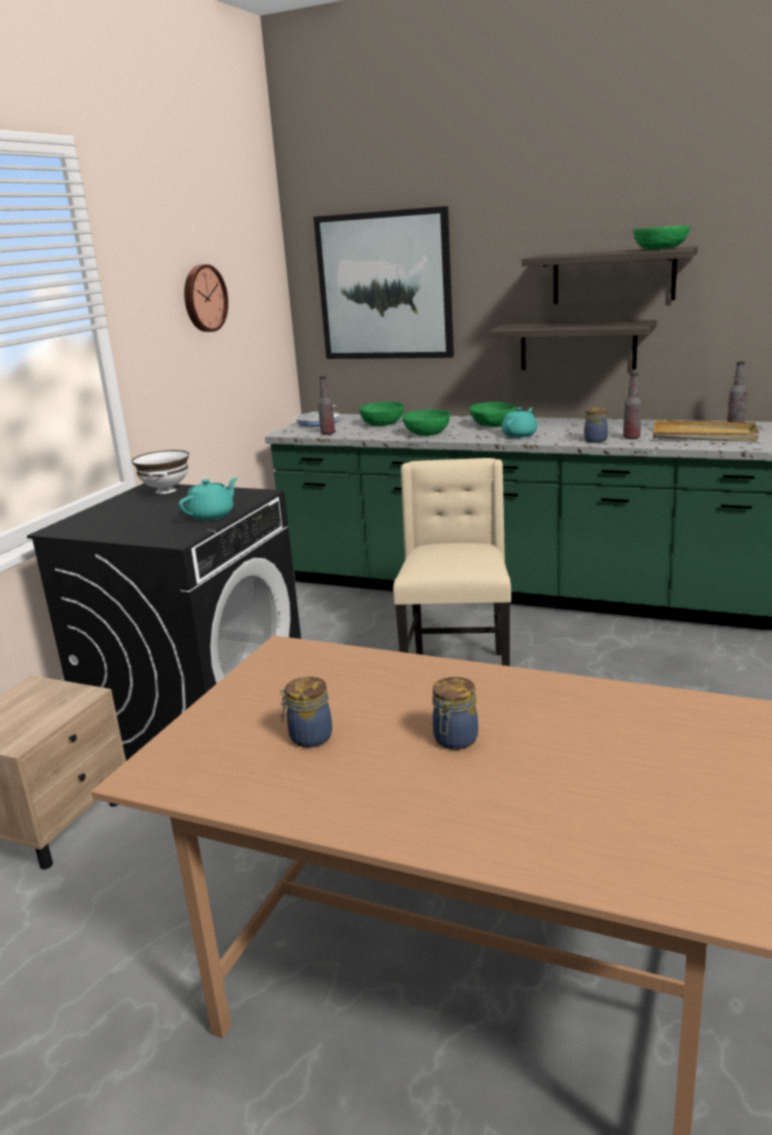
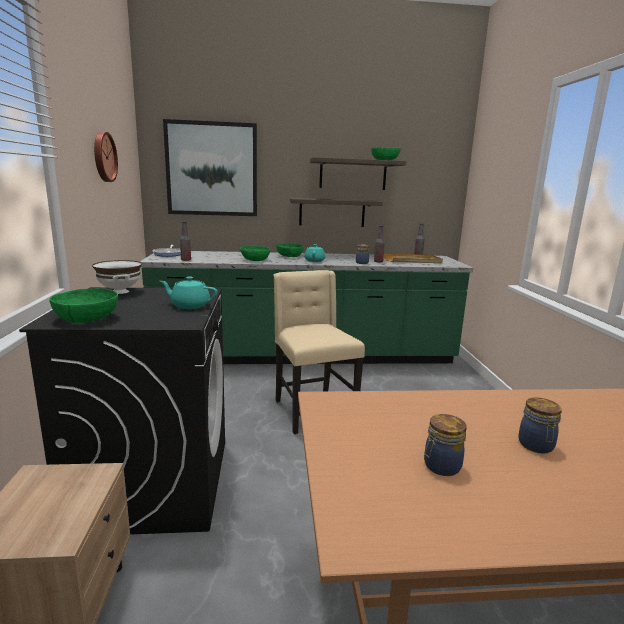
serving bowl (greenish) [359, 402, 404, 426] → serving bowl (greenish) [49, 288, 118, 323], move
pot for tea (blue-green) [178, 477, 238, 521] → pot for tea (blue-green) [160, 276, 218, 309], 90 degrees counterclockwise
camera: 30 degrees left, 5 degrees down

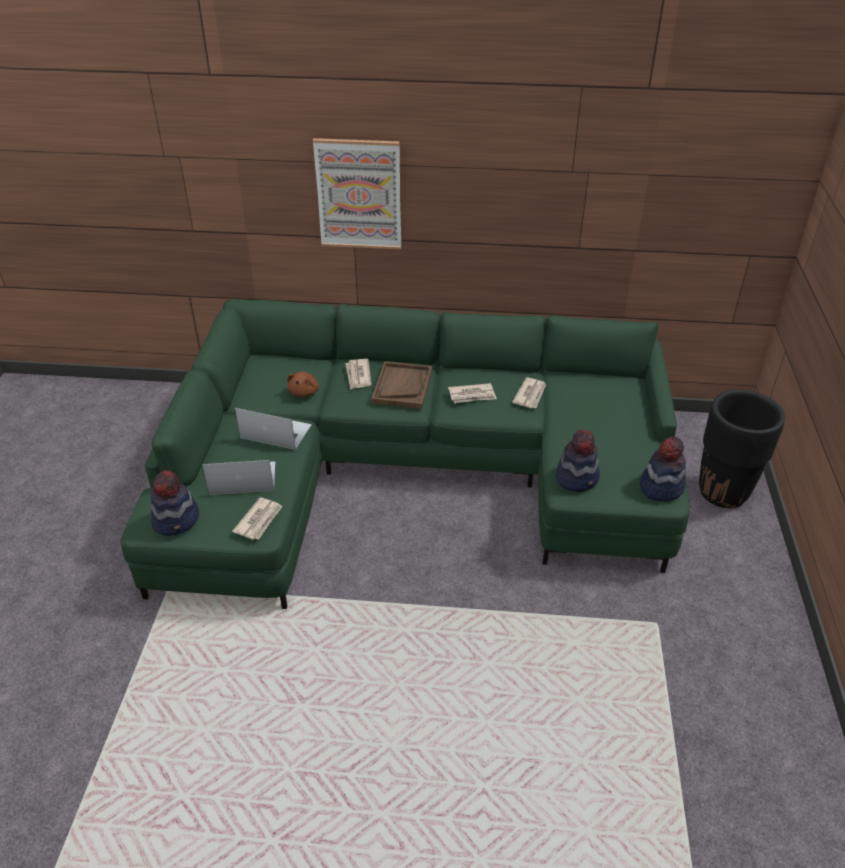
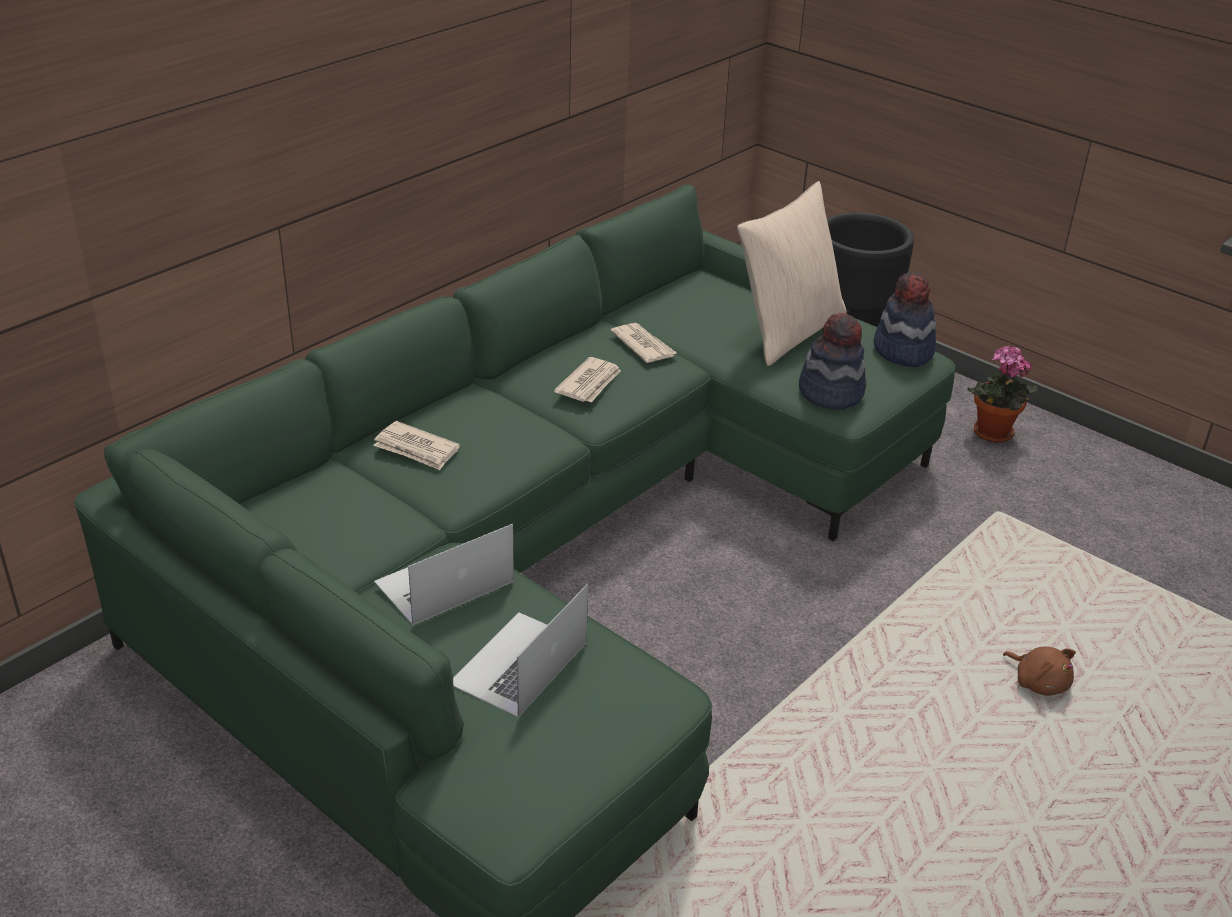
- → pillow (beige) [737, 181, 846, 366]
- → potted plant [968, 346, 1038, 443]
plush toy (brownish) [287, 372, 319, 397] → plush toy (brownish) [1003, 646, 1076, 696], move
wearable hat [151, 470, 199, 536] → -
printed paper [232, 497, 283, 540] → -
picture [313, 138, 401, 249] → -
tray (brownish) [371, 361, 432, 409] → -
camera: 55 degrees left, 5 degrees down

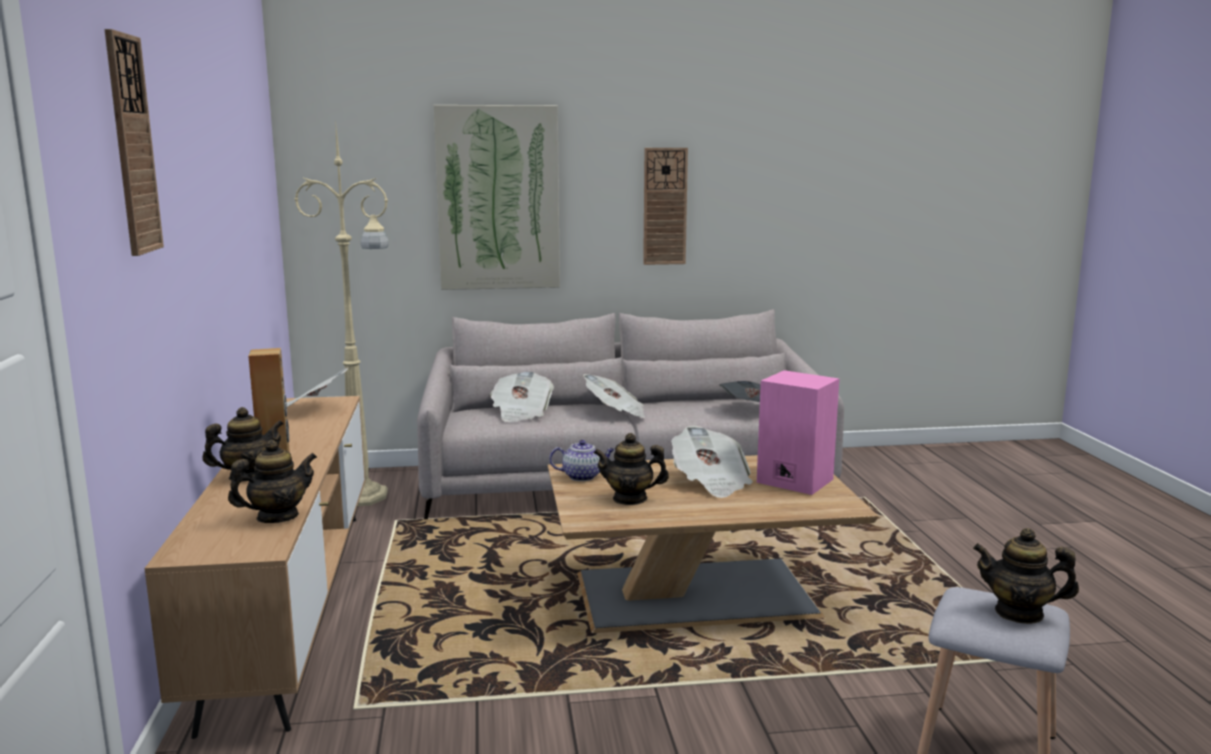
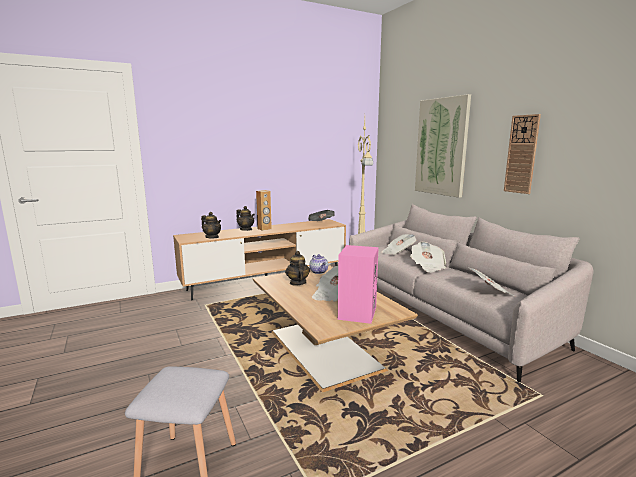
hanging clock [104, 29, 164, 256] → -
pot for tea [973, 528, 1079, 624] → -
camera: 70 degrees right, 0 degrees up

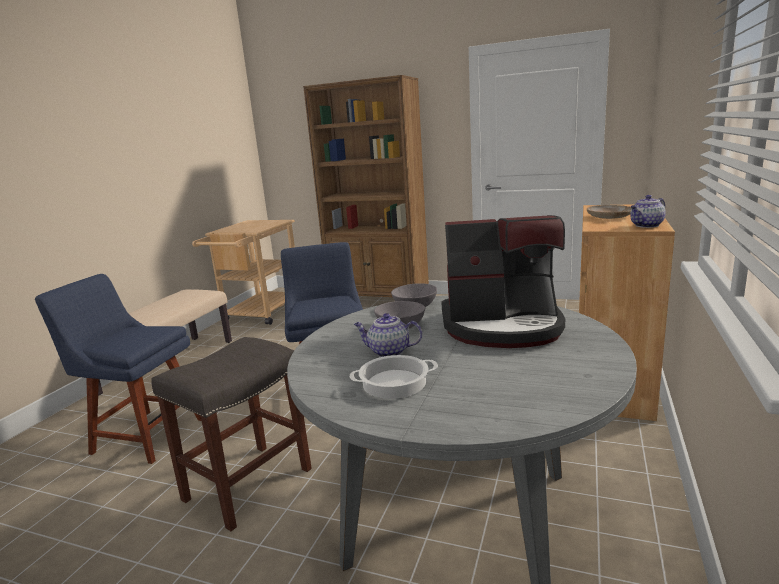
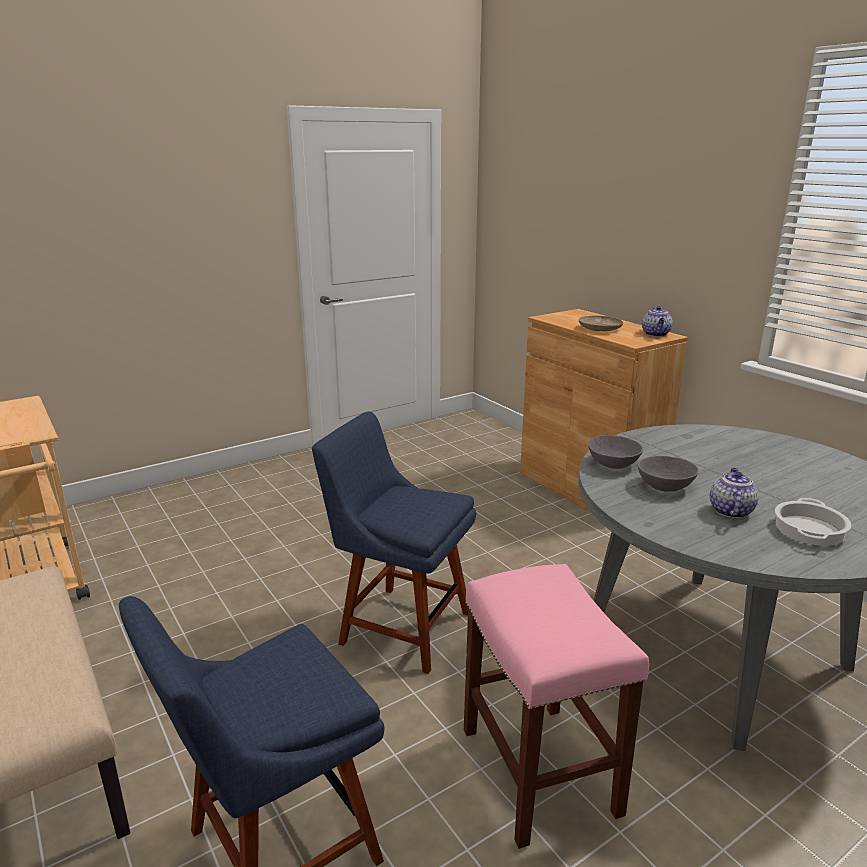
sitting stool (gray) [151, 337, 312, 531] → sitting stool (pinkish) [464, 564, 649, 849]
pot for tea [354, 313, 422, 357] → pot for tea [710, 468, 759, 518], 150 degrees clockwise
bookshelf (brownish) [303, 75, 429, 297] → -
coffee machine [441, 215, 565, 348] → -
camera: 55 degrees left, 5 degrees up

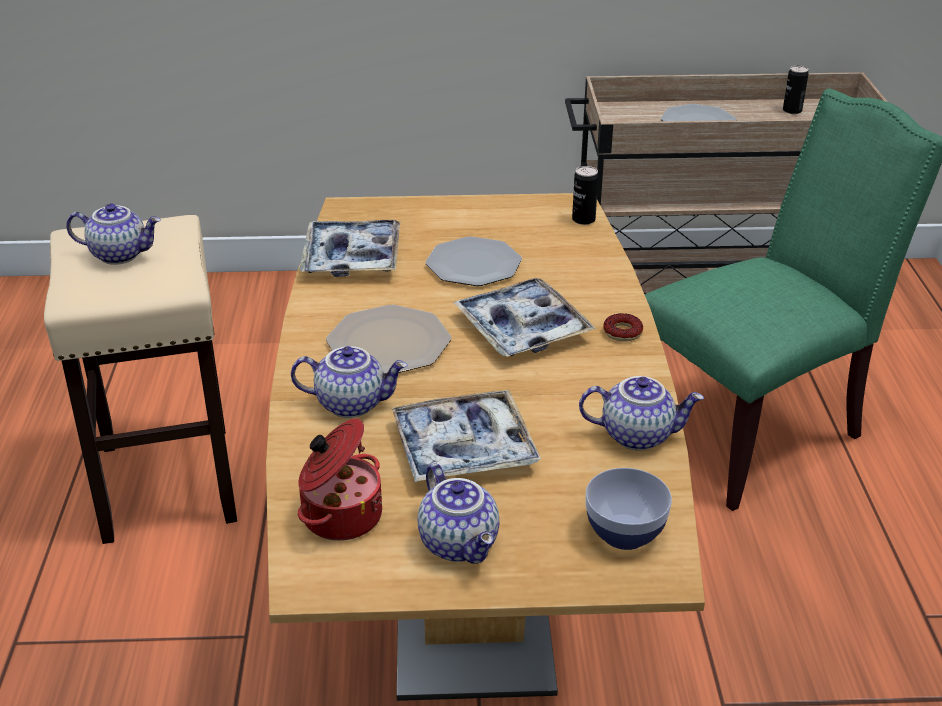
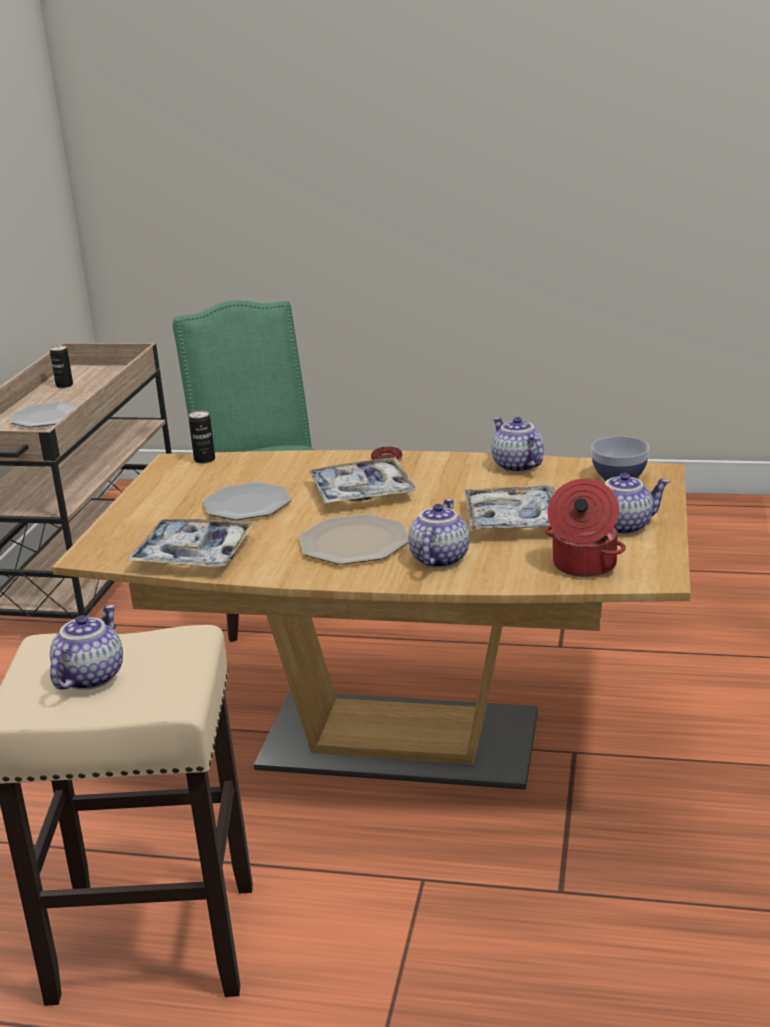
pot for tea [579, 376, 704, 451] → pot for tea [491, 417, 544, 473], 45 degrees counterclockwise
camera: 75 degrees left, 10 degrees down

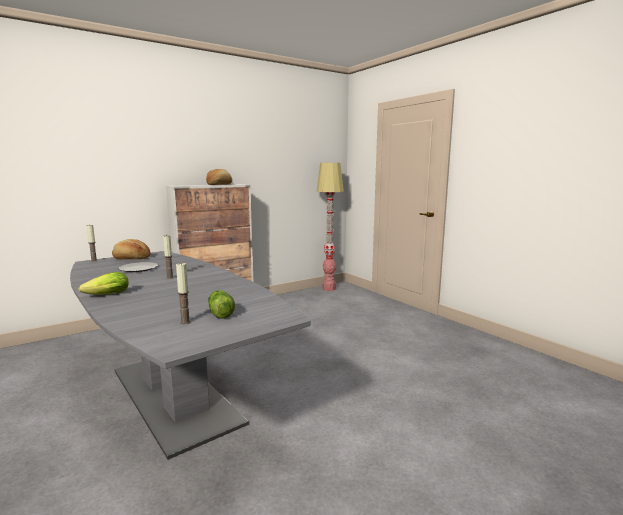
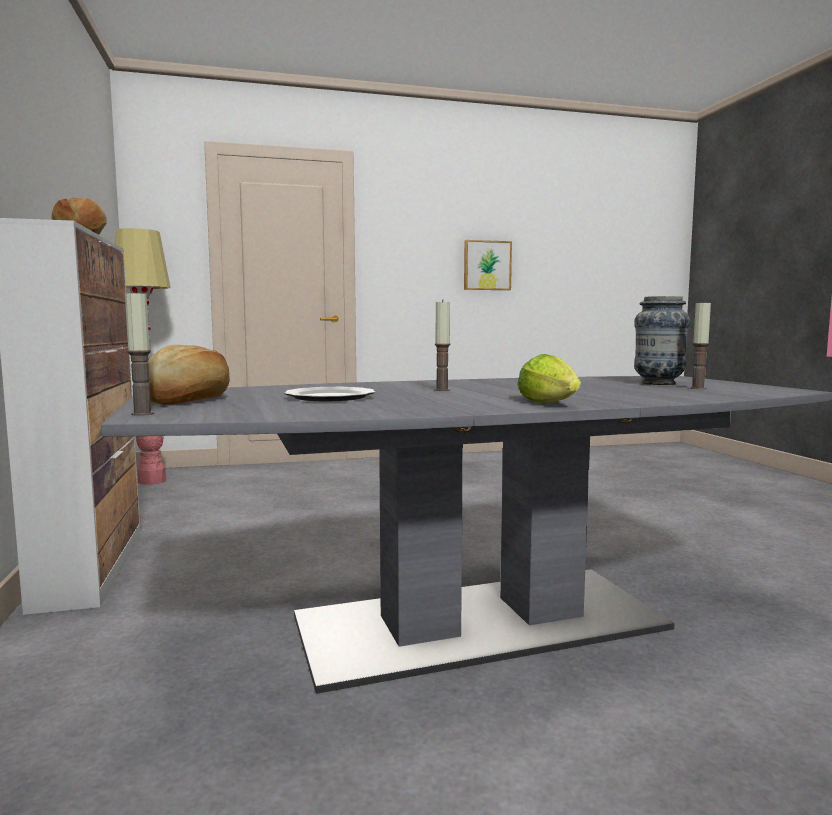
- → picture [464, 240, 512, 290]
lettuce [208, 290, 235, 319] → flower vase [634, 296, 690, 385]
camera: 70 degrees left, 5 degrees down

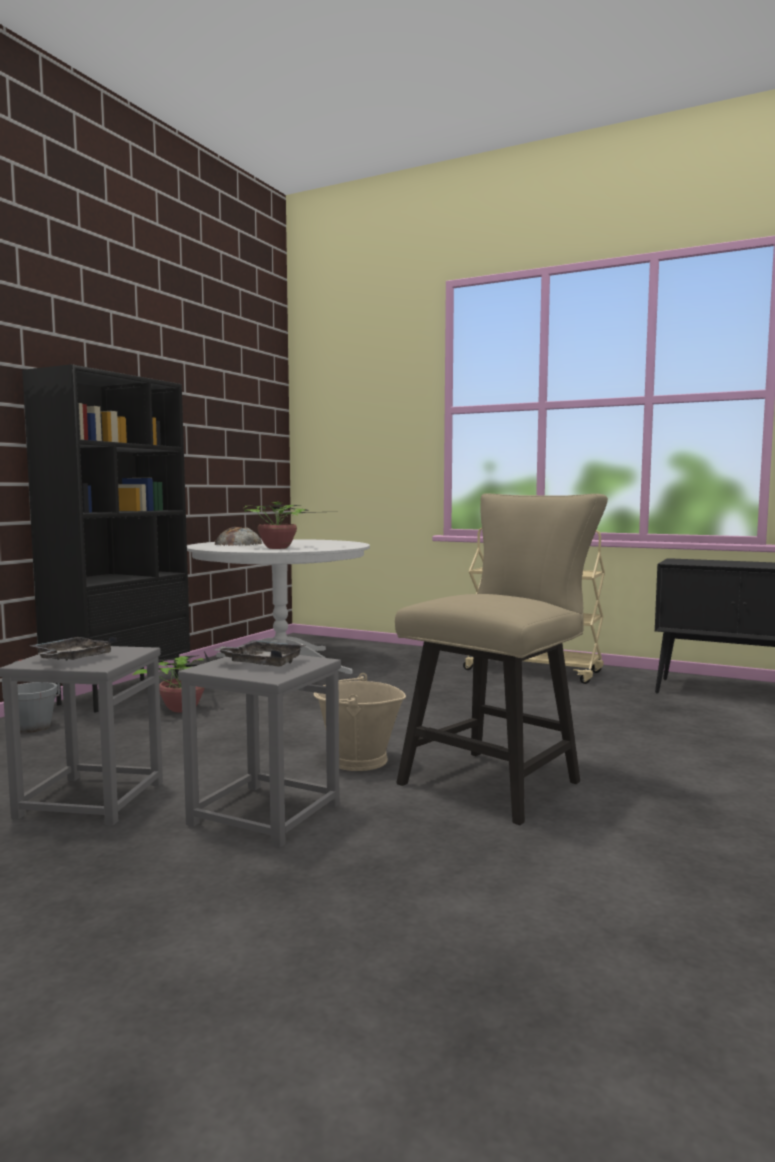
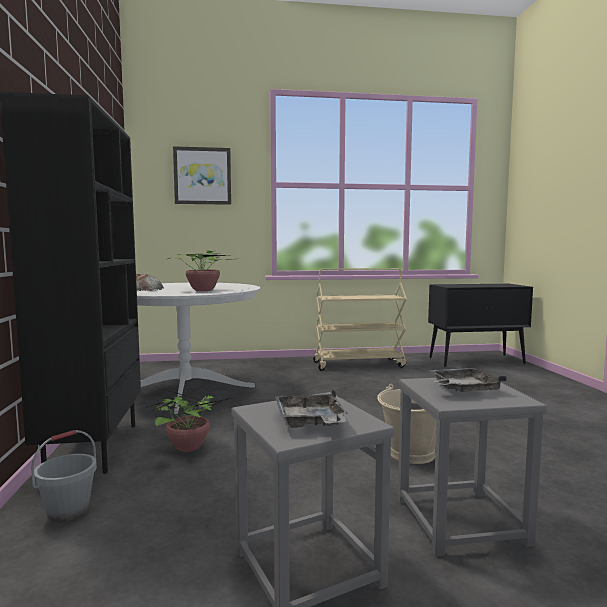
- → picture [173, 146, 231, 205]
plain chair (beige) [395, 493, 608, 825] → -
camera: 35 degrees left, 0 degrees up

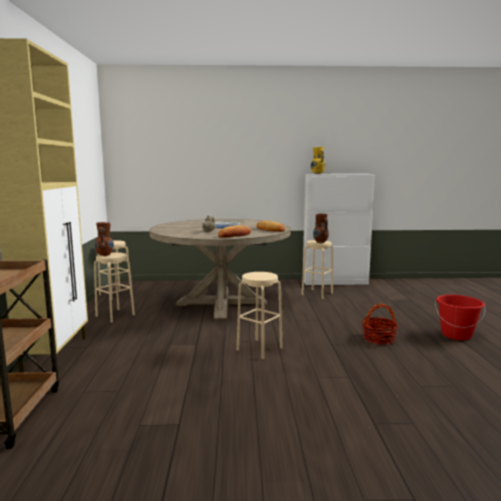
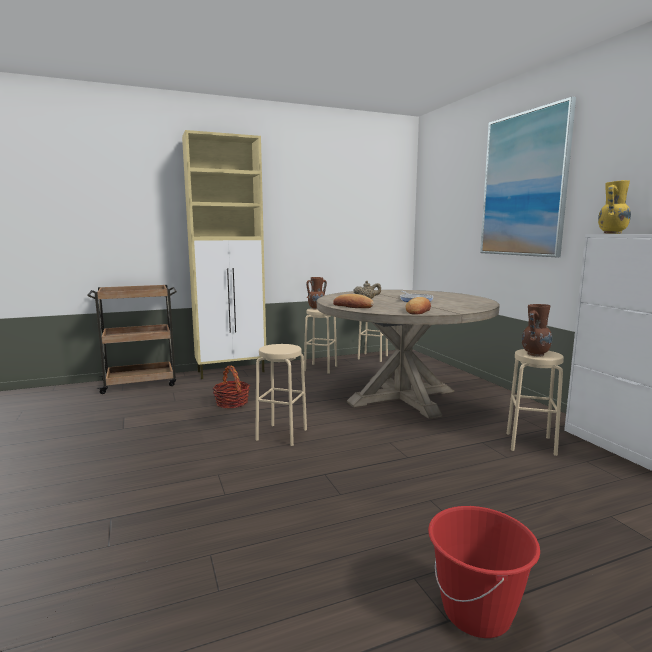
basket [362, 303, 399, 345] → basket [212, 366, 250, 408], move
- → picture [480, 97, 576, 257]
camera: 70 degrees right, 0 degrees up

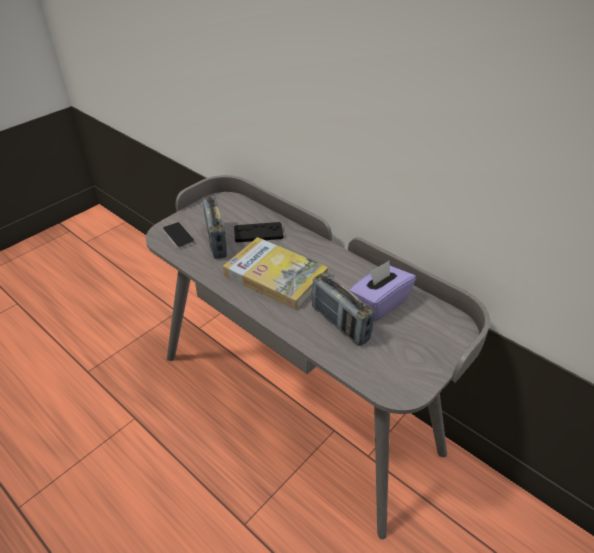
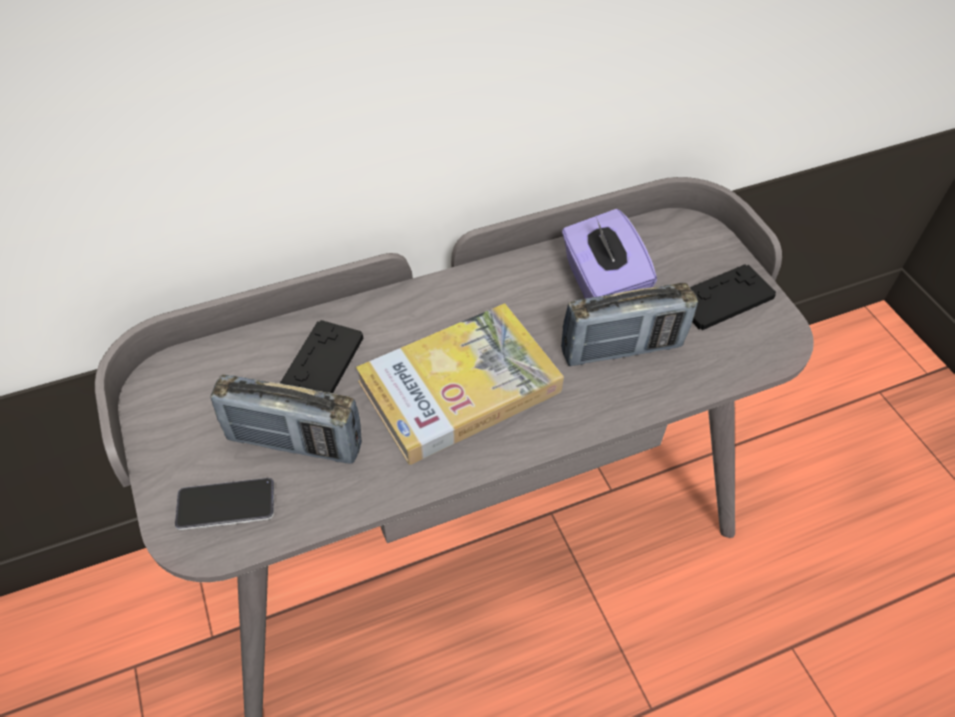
- → game controller (blackish) [690, 264, 776, 330]
camera: 65 degrees left, 10 degrees up

